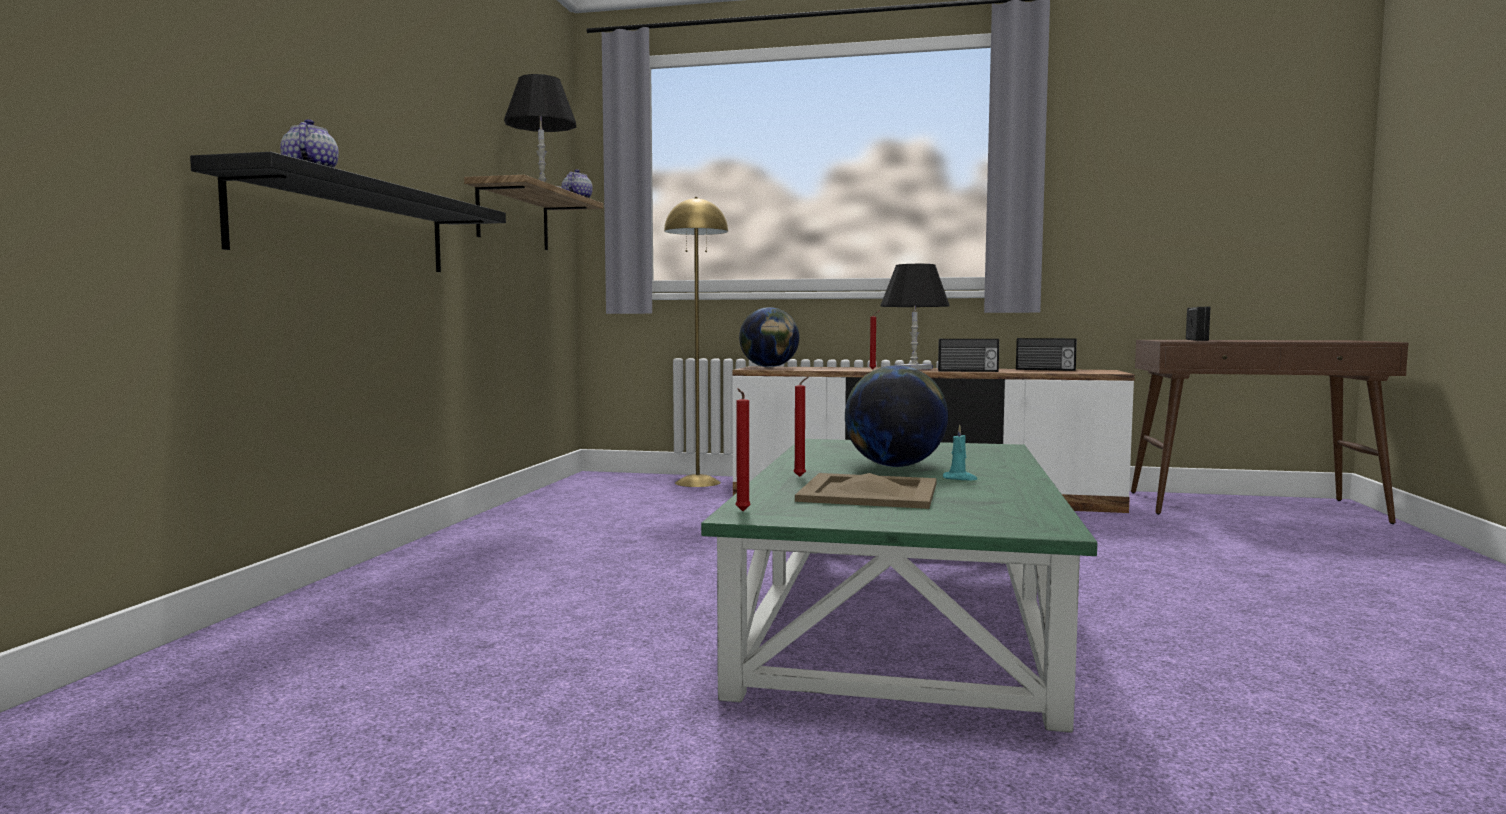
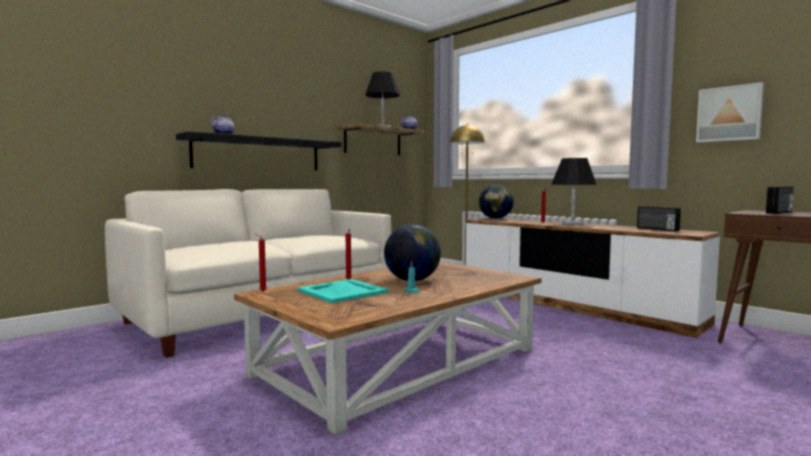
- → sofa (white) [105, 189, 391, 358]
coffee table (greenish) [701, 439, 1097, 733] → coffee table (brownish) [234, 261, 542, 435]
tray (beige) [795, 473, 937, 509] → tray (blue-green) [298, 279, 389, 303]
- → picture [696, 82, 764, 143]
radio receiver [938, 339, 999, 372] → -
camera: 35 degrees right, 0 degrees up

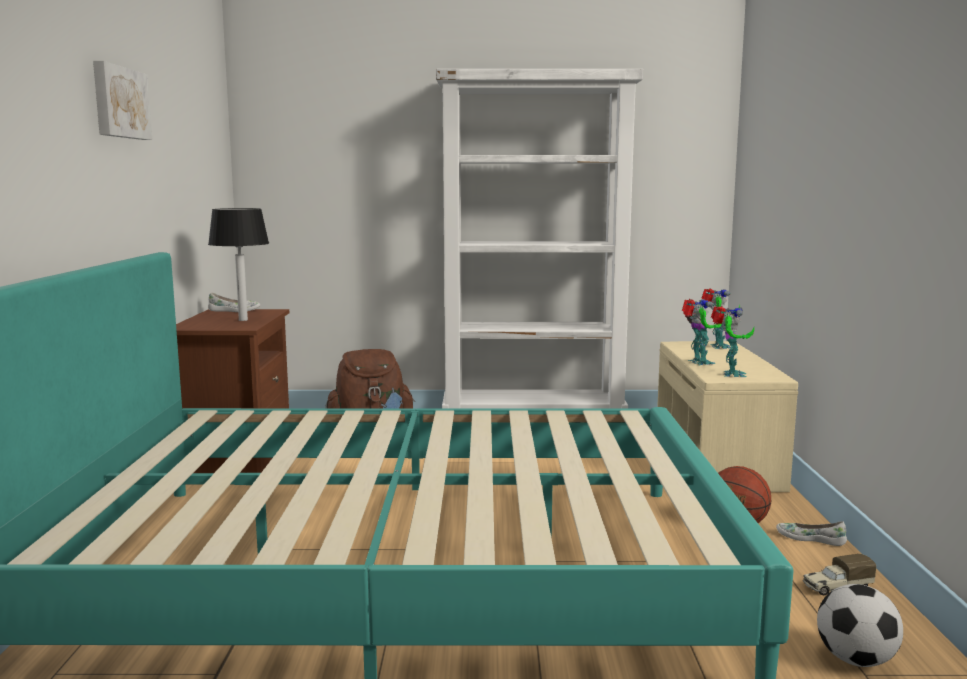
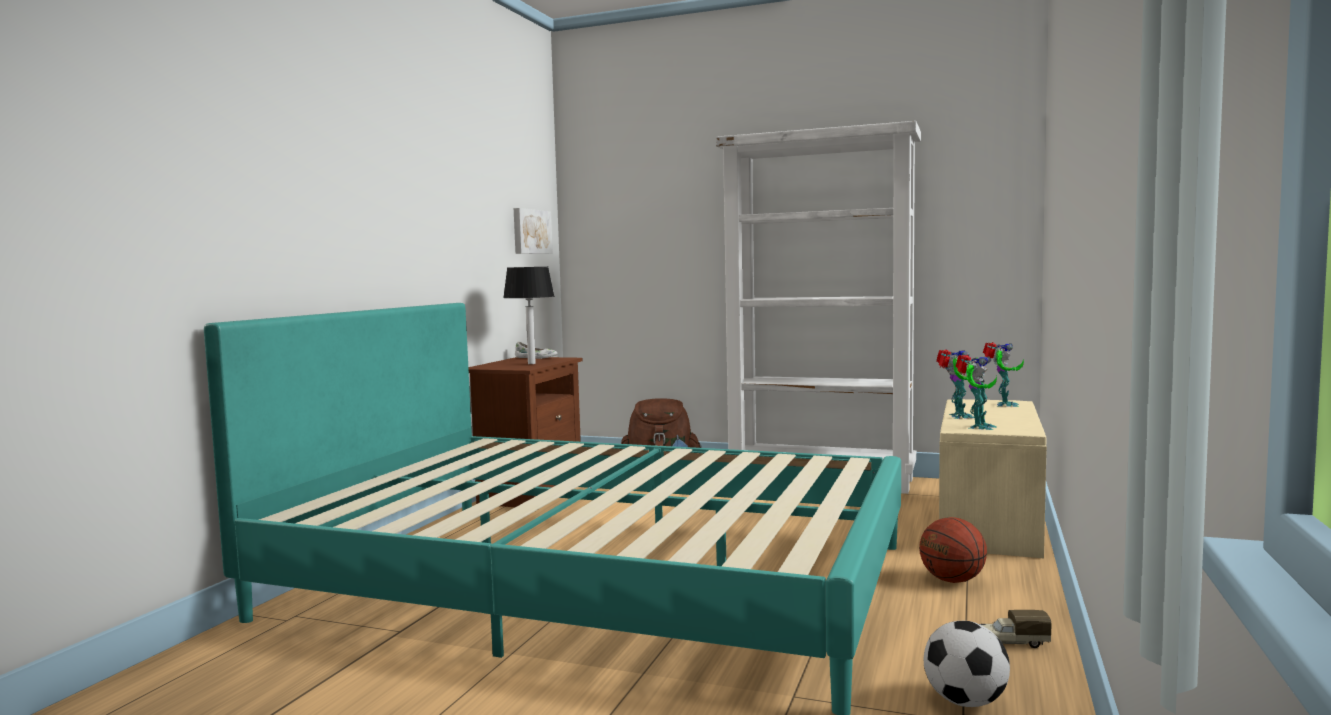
picture [93, 61, 152, 140] → picture [514, 208, 553, 254], move
item of footwear (white) [776, 521, 847, 546] → -
camera: 20 degrees right, 5 degrees down

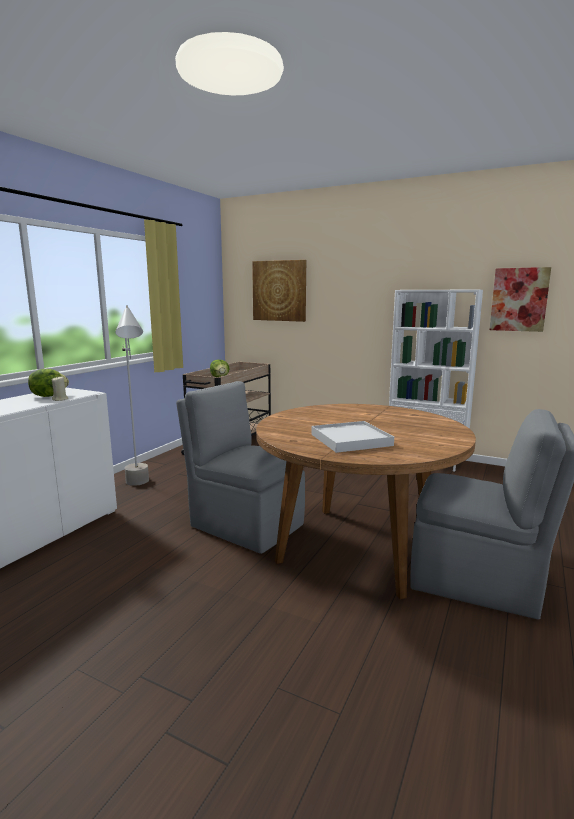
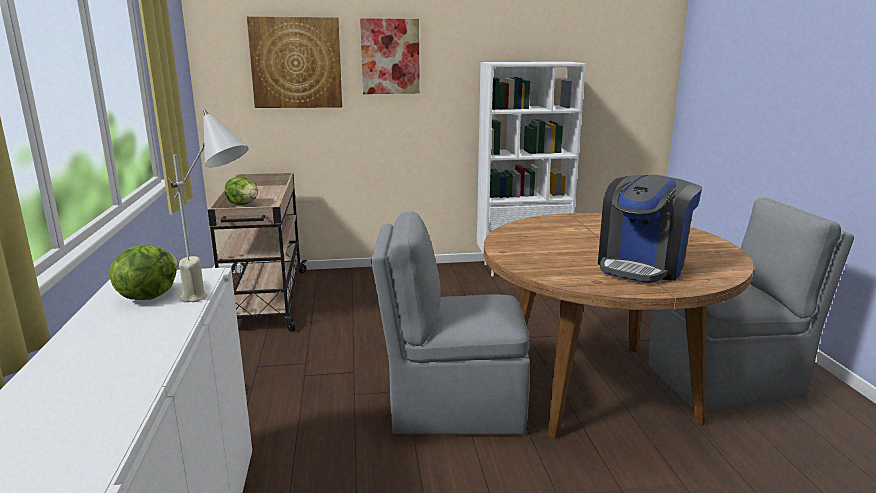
picture [490, 267, 551, 332] → picture [360, 18, 420, 94], move
tray (white) [311, 421, 394, 453] → coffee machine [598, 175, 702, 283]
camera: 35 degrees left, 5 degrees up

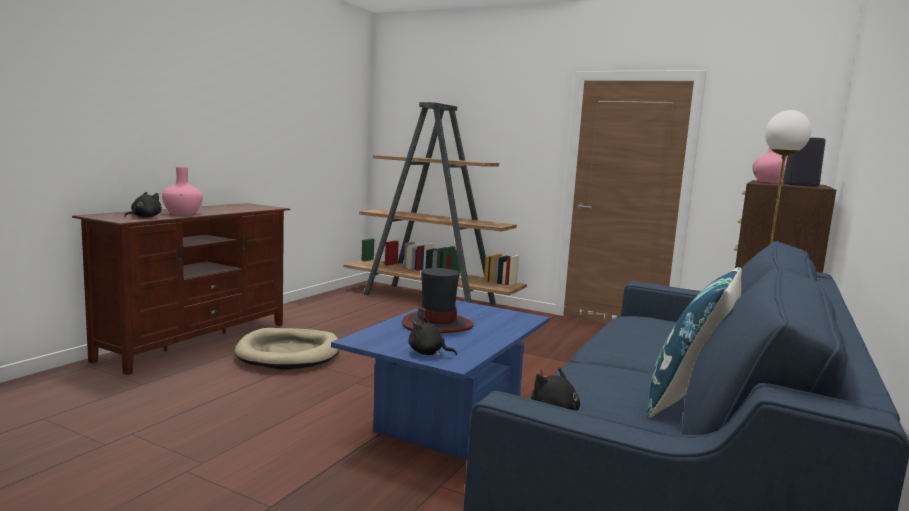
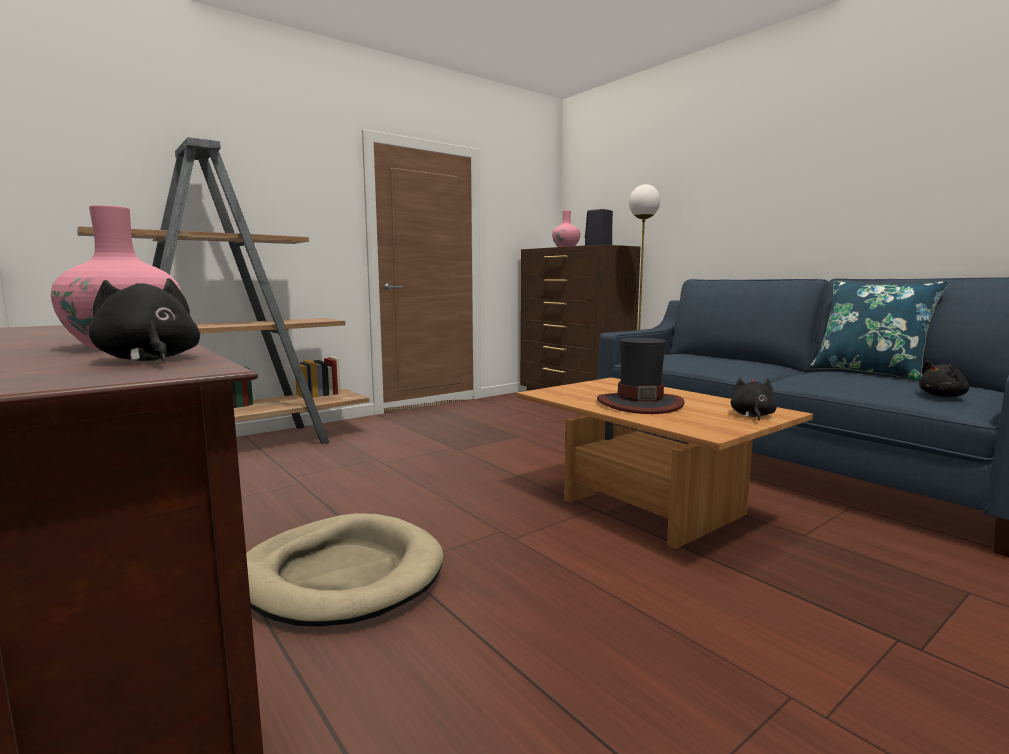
coffee table (bluish) [331, 300, 550, 461] → coffee table (brownish) [517, 377, 813, 549]
plush toy (blackish) [409, 317, 457, 356] → plush toy (blackish) [731, 378, 777, 421], 150 degrees clockwise
camera: 65 degrees left, 0 degrees up

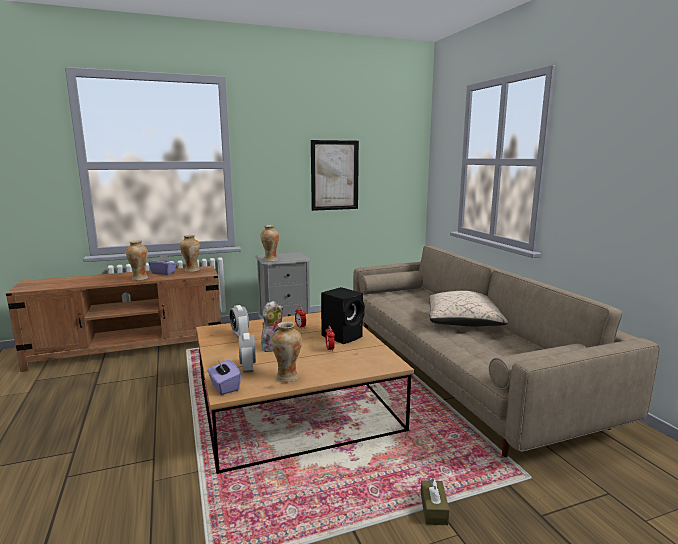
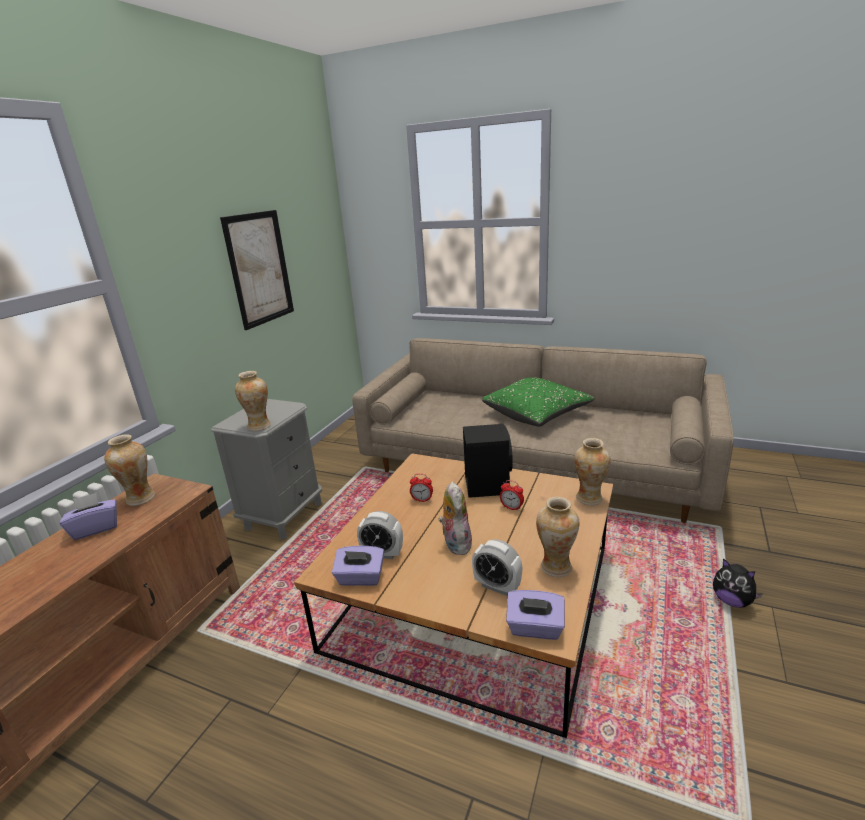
- → tissue holder (purple) [332, 546, 384, 586]
pillow (beige) [429, 291, 508, 326] → pillow (greenish) [482, 377, 594, 427]
flower vase [126, 240, 148, 280] → flower vase [574, 438, 611, 505], move
tissue holder (brownish) [421, 478, 449, 525] → plush toy [713, 558, 763, 608]
camera: 45 degrees left, 10 degrees up

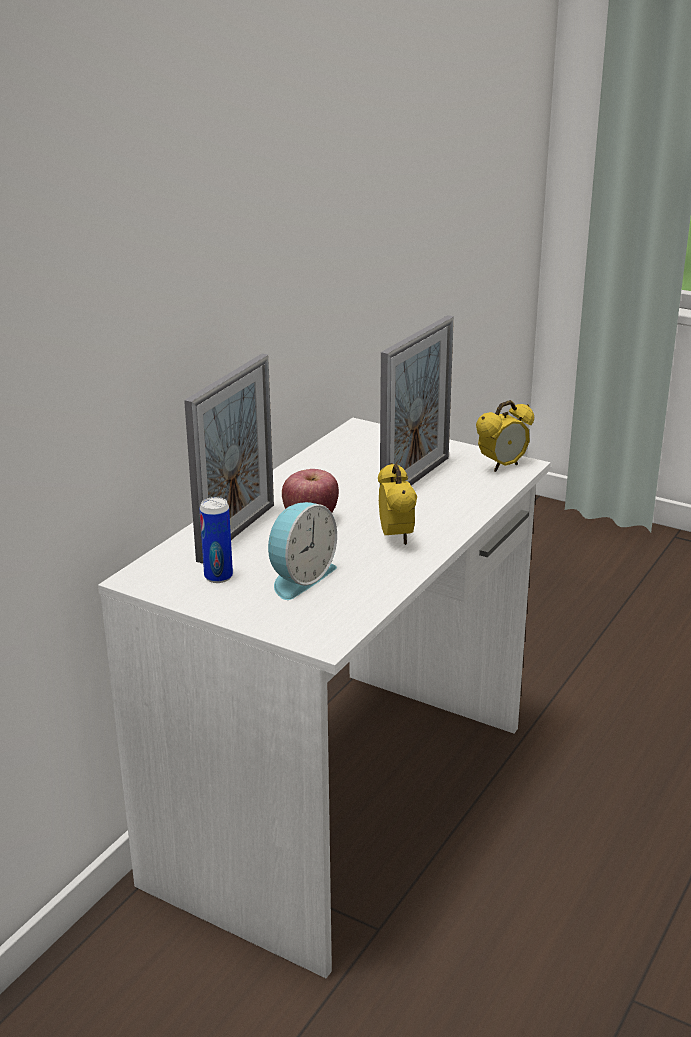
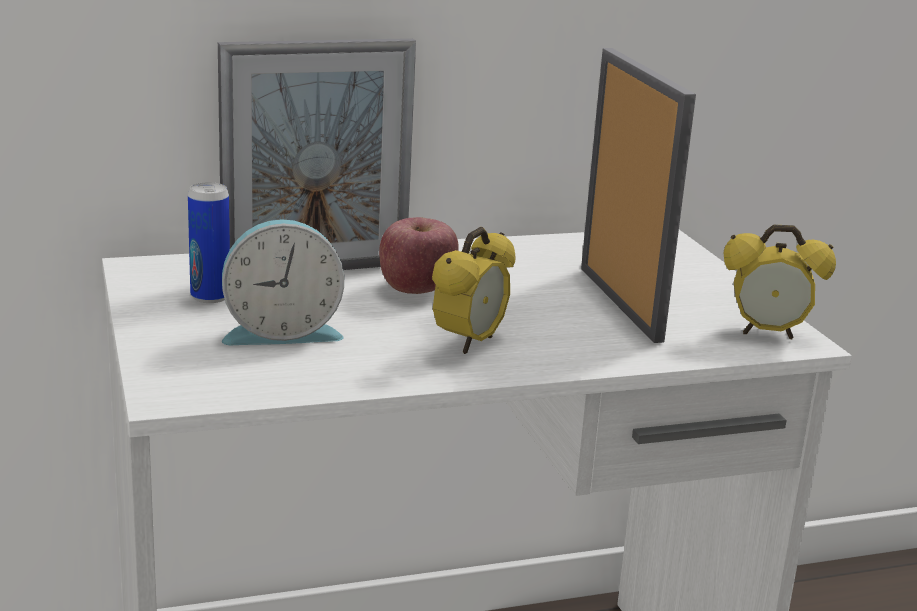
photo frame [380, 315, 454, 486] → photo frame [581, 48, 696, 343], 90 degrees counterclockwise
camera: 40 degrees right, 5 degrees down

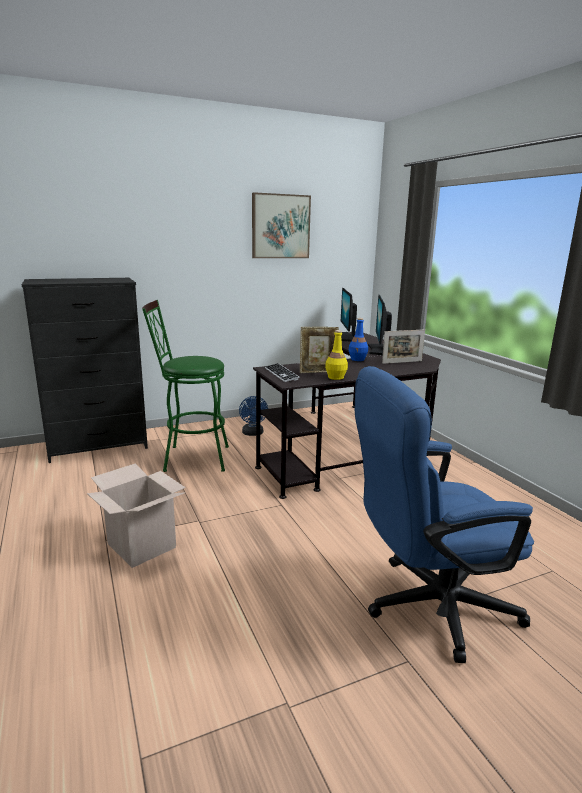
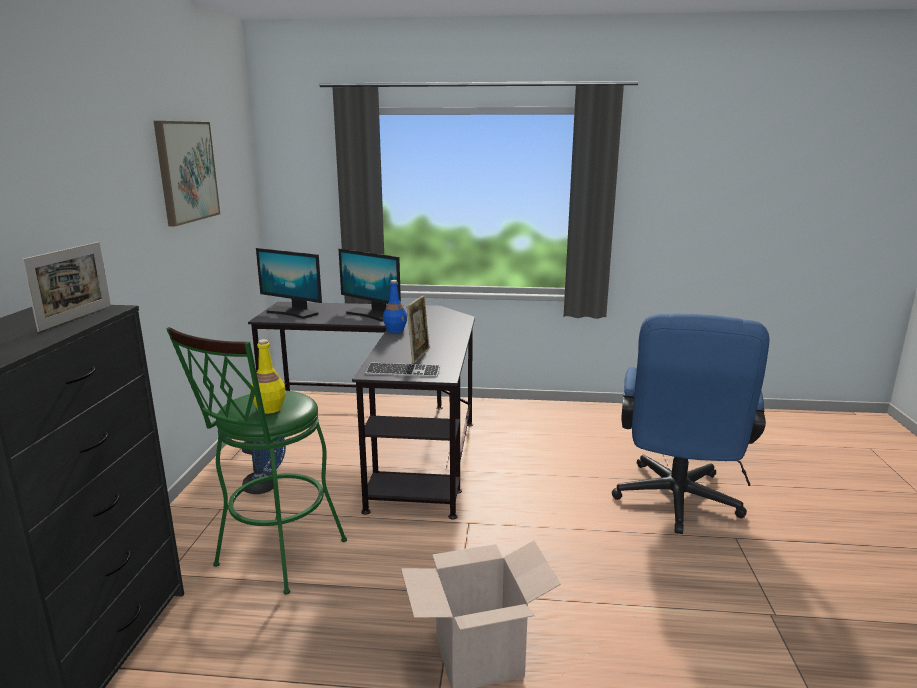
photo frame [382, 330, 425, 364] → photo frame [22, 242, 111, 332], move
drink bottle (yellow-coloured) [325, 330, 348, 380] → drink bottle (yellow-coloured) [250, 339, 286, 414], move
camera: 60 degrees left, 0 degrees up

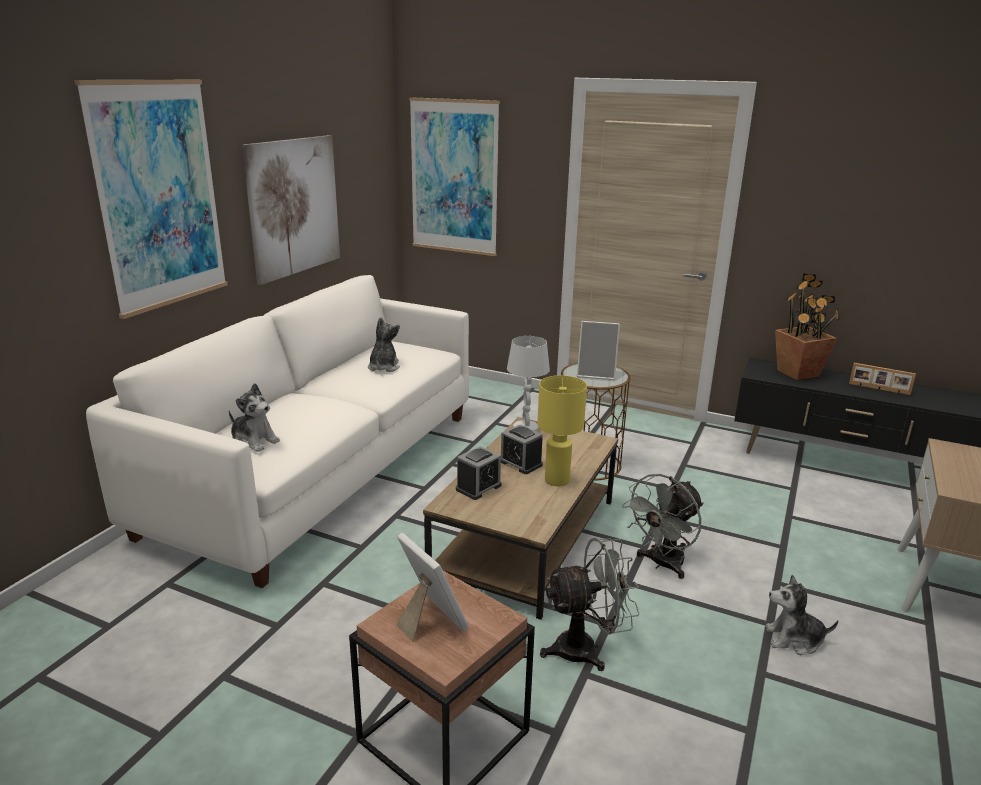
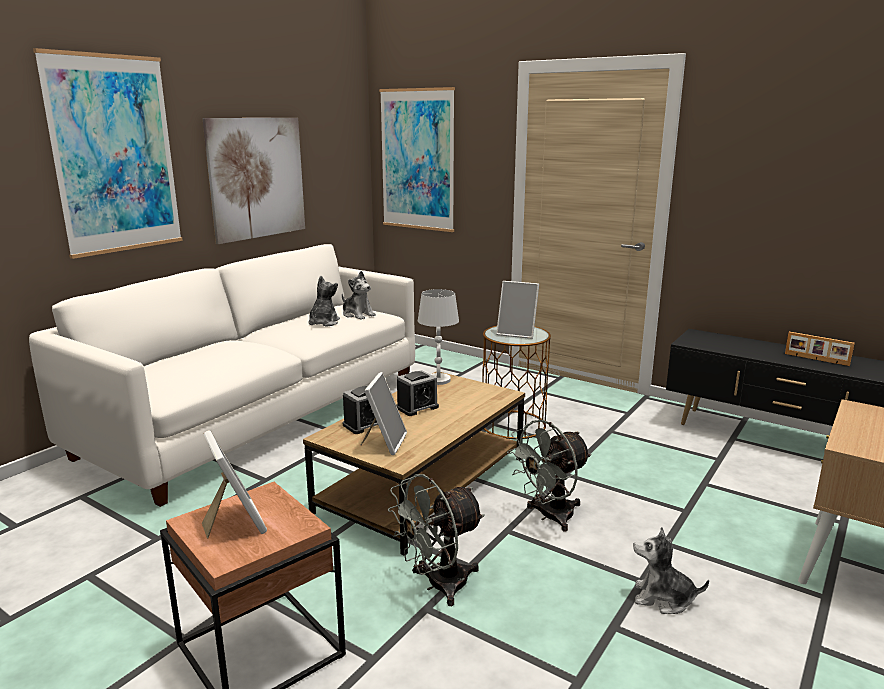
plush toy [229, 383, 280, 452] → plush toy [342, 271, 376, 320], move
- → photo frame [360, 372, 407, 455]
electric fan (gray) [540, 538, 639, 671] → electric fan (gray) [388, 474, 485, 606], 150 degrees clockwise
table clock [501, 424, 543, 474] → table clock [396, 370, 439, 416], 90 degrees counterclockwise
tabletop lamp (yellow-coloured) [537, 375, 587, 486] → -
potted plant [775, 274, 840, 380] → -
camera: 10 degrees right, 5 degrees down

